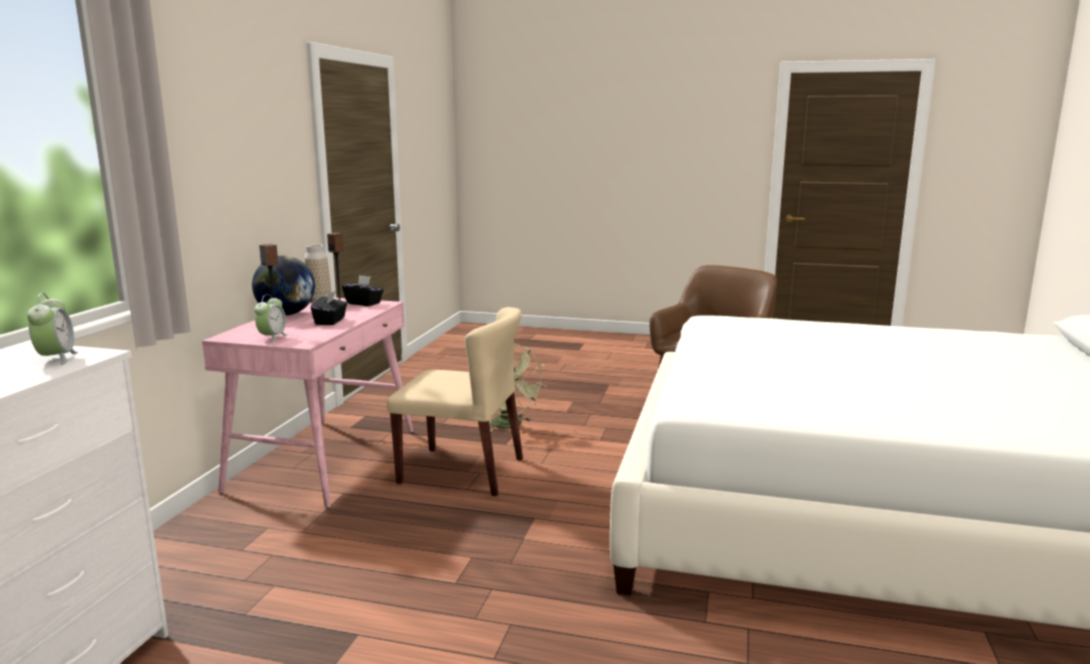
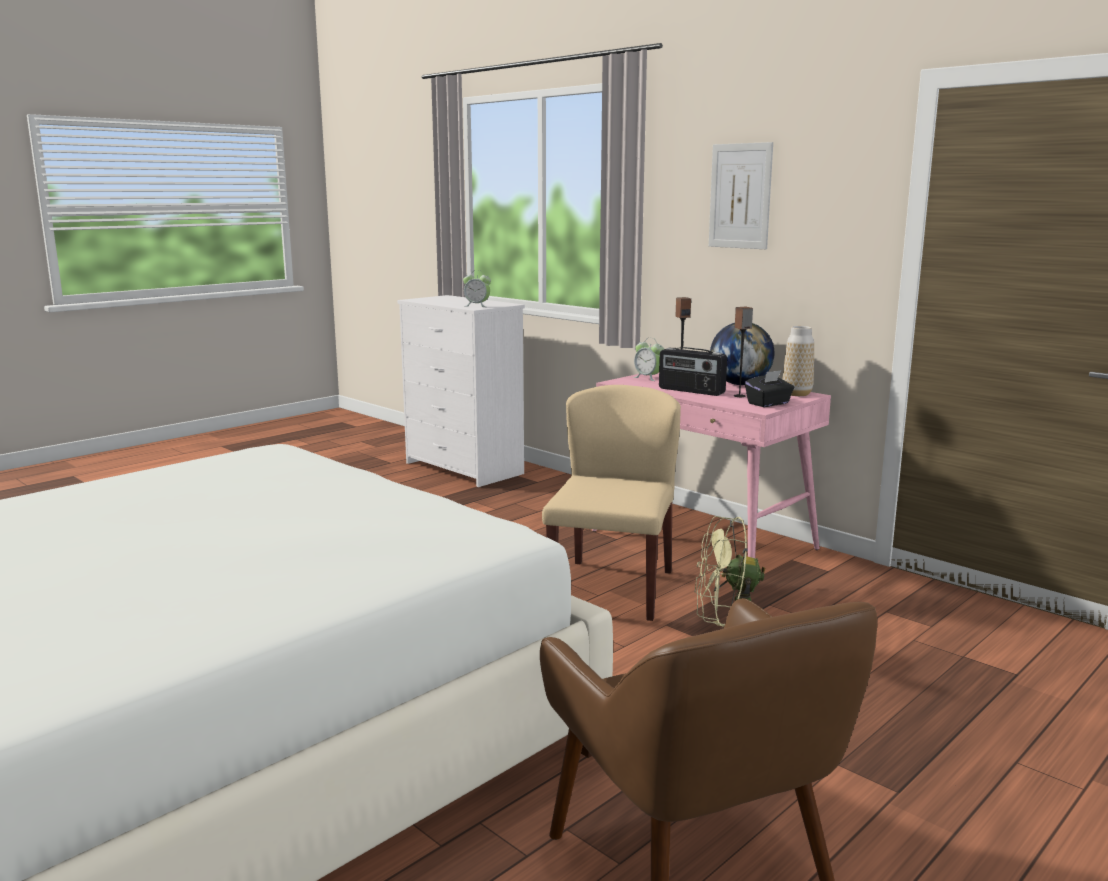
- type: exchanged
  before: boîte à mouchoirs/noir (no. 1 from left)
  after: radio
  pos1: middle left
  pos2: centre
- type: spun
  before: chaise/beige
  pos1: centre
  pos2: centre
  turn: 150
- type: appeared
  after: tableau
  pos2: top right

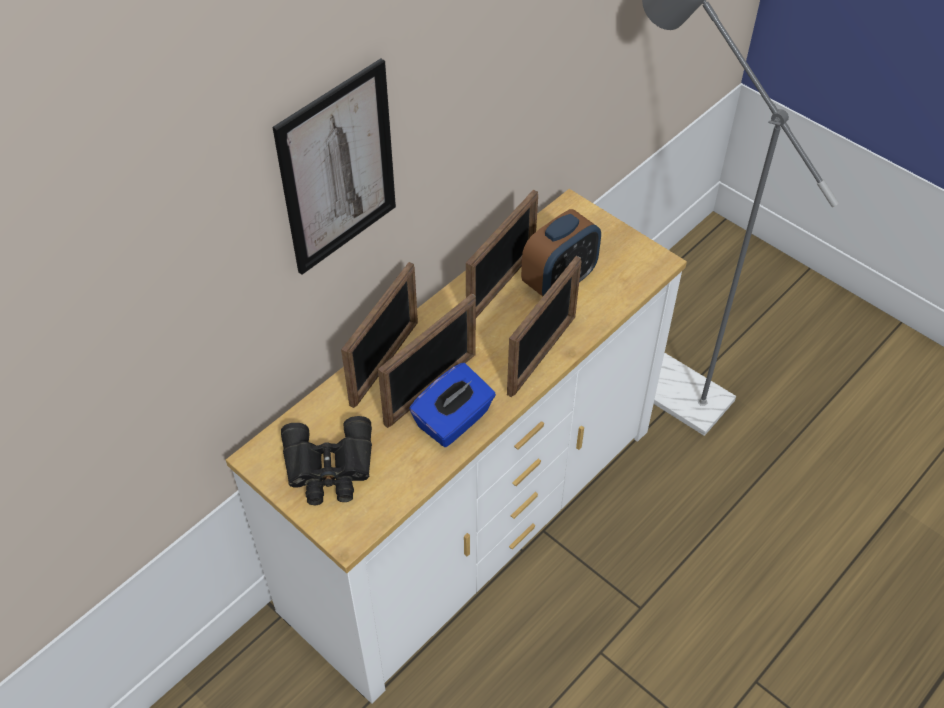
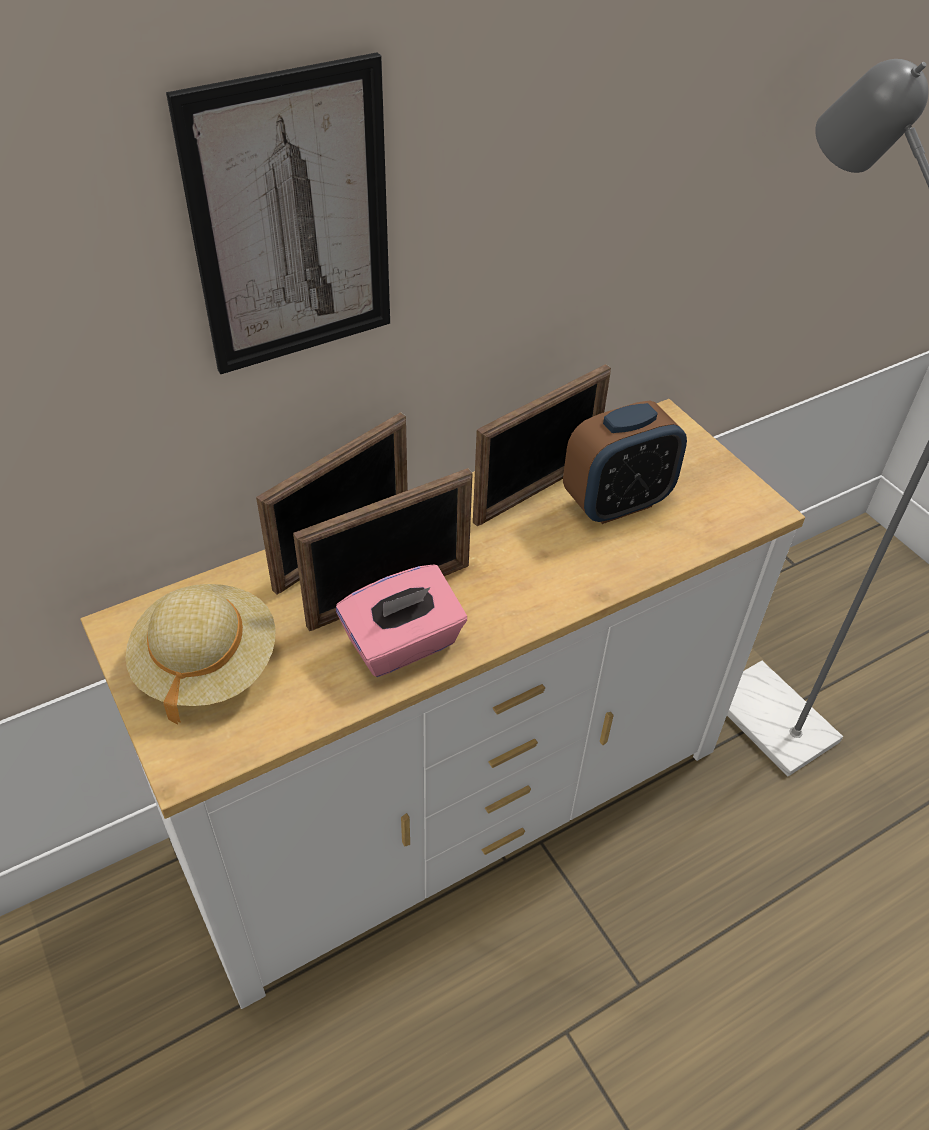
- type: missing
  before: cadre photo (no. 4 from left)
  pos1: centre
- type: colour
  before: boîte à mouchoirs/bleu
  after: boîte à mouchoirs/rose
  pos1: centre
  pos2: centre
- type: exchanged
  before: jumelles/noir
  after: chapeau/beige
  pos1: centre
  pos2: middle left

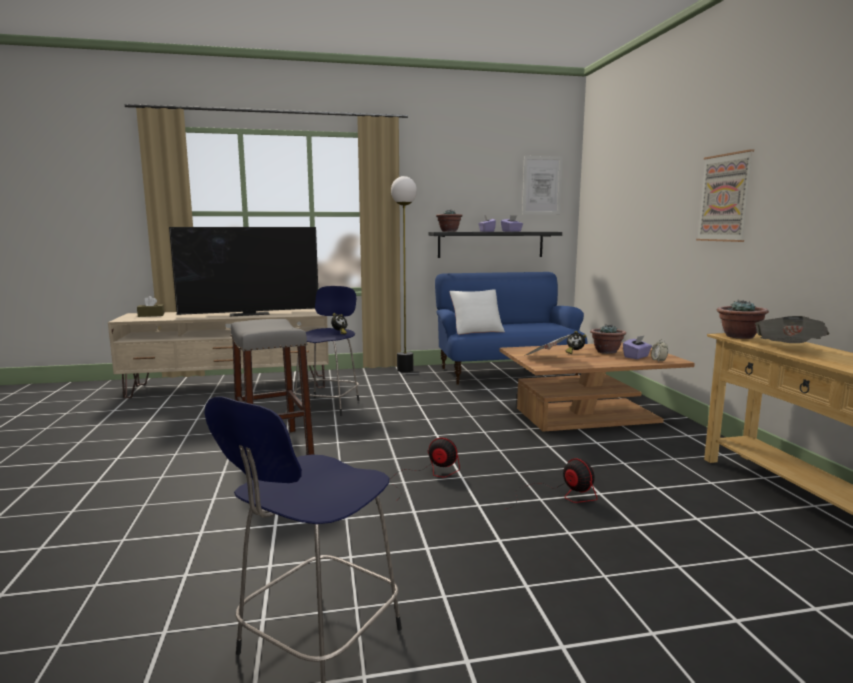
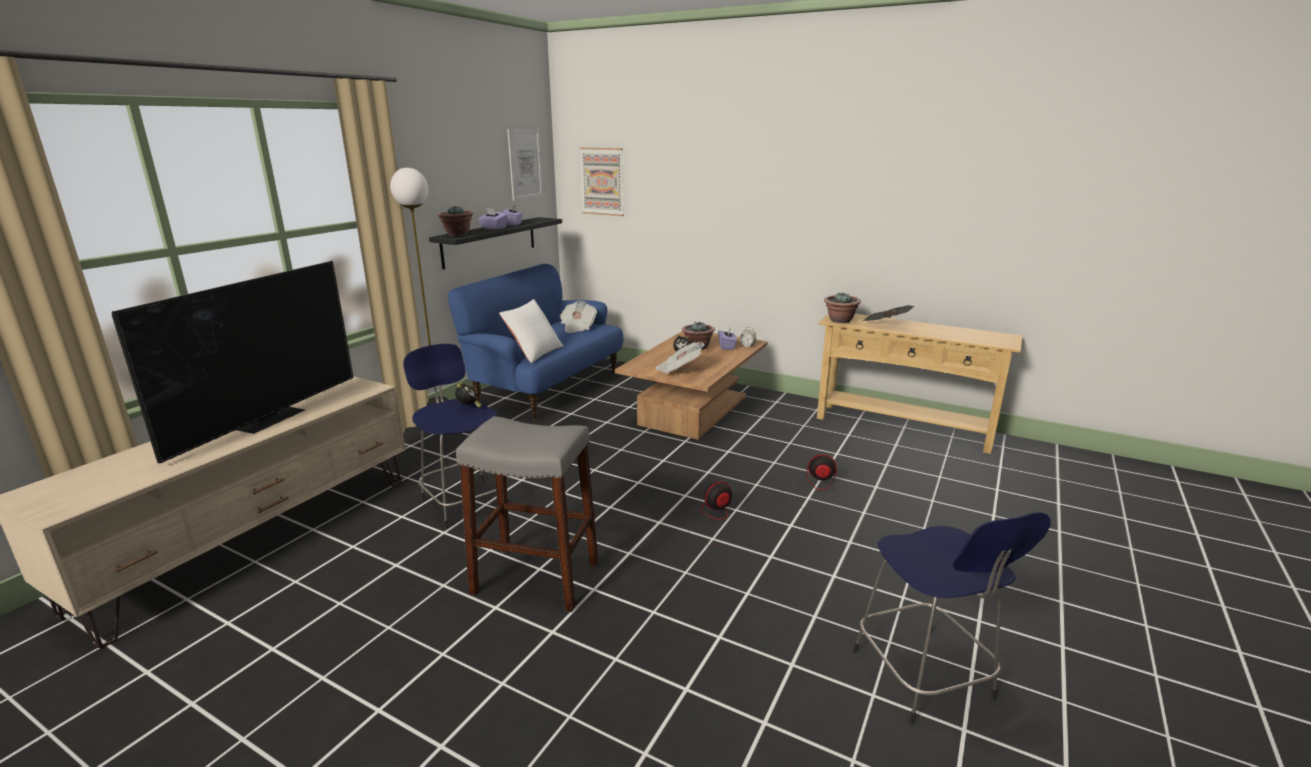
- type: relocated
  before: tableau (no. 2 from left)
  pos1: top right
  pos2: top centre
- type: missing
  before: boîte à mouchoirs/marron
  pos1: middle left
- type: appeared
  after: journal (no. 1 from left)
  pos2: centre

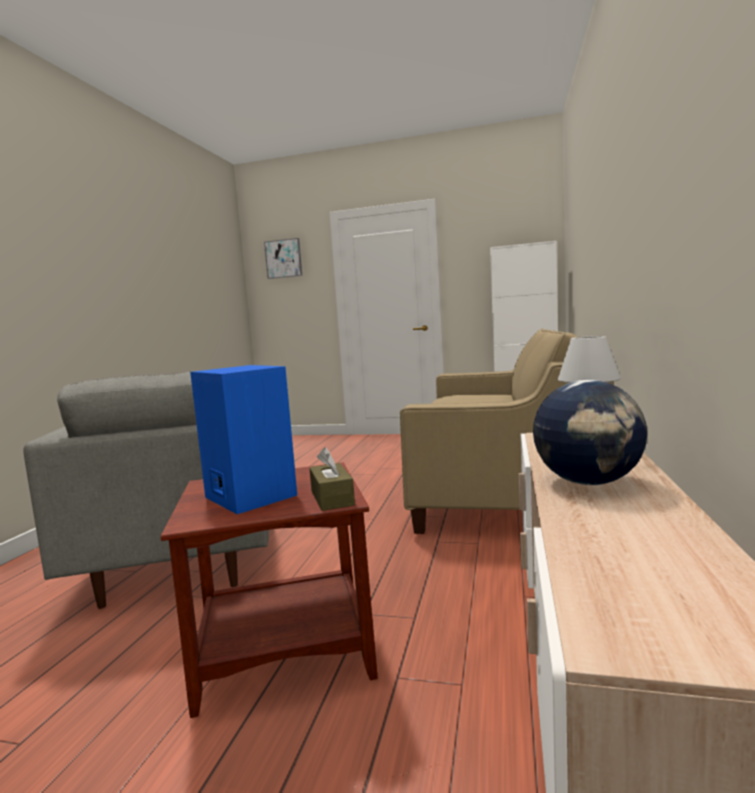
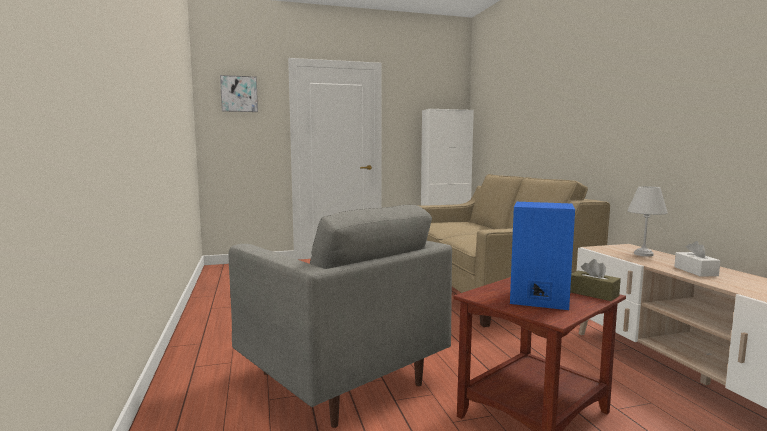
- type: exchanged
  before: globe
  after: boîte à mouchoirs/blanc
  pos1: middle right
  pos2: middle right

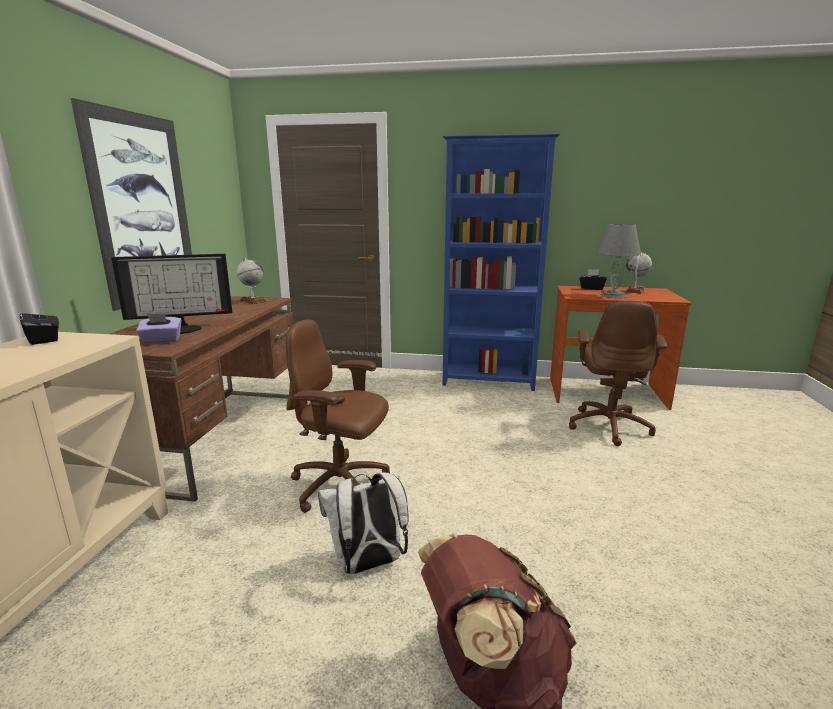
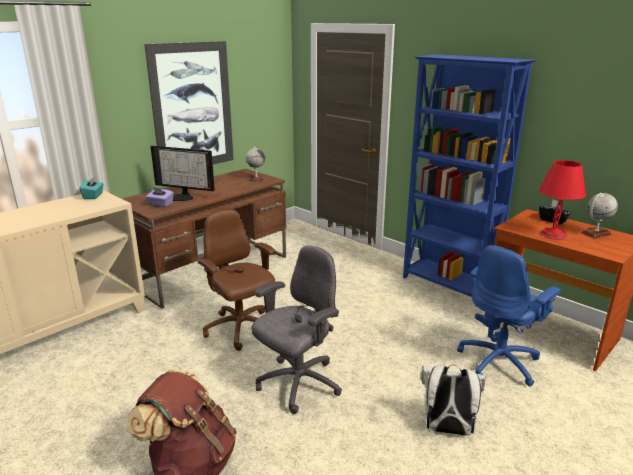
- type: colour
  before: lampe de table/gris
  after: lampe de table/rouge
  pos1: middle right
  pos2: middle right
- type: colour
  before: chaise de bureau/marron (no. 2 from left)
  after: chaise de bureau/bleu
  pos1: middle right
  pos2: middle right
- type: colour
  before: boîte à mouchoirs/noir (no. 1 from left)
  after: boîte à mouchoirs/turquoise
  pos1: middle left
  pos2: middle left
- type: relocated
  before: sac à dos/blanc
  pos1: bottom centre
  pos2: bottom right
- type: appeared
  after: chaise de bureau/gris
  pos2: bottom centre

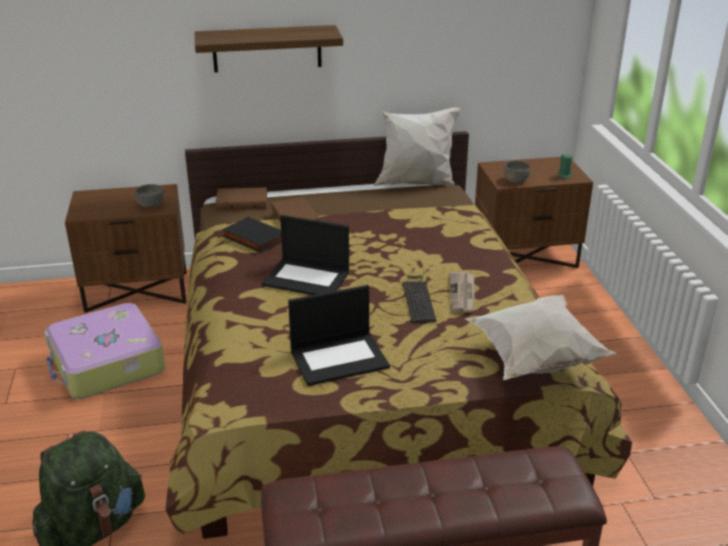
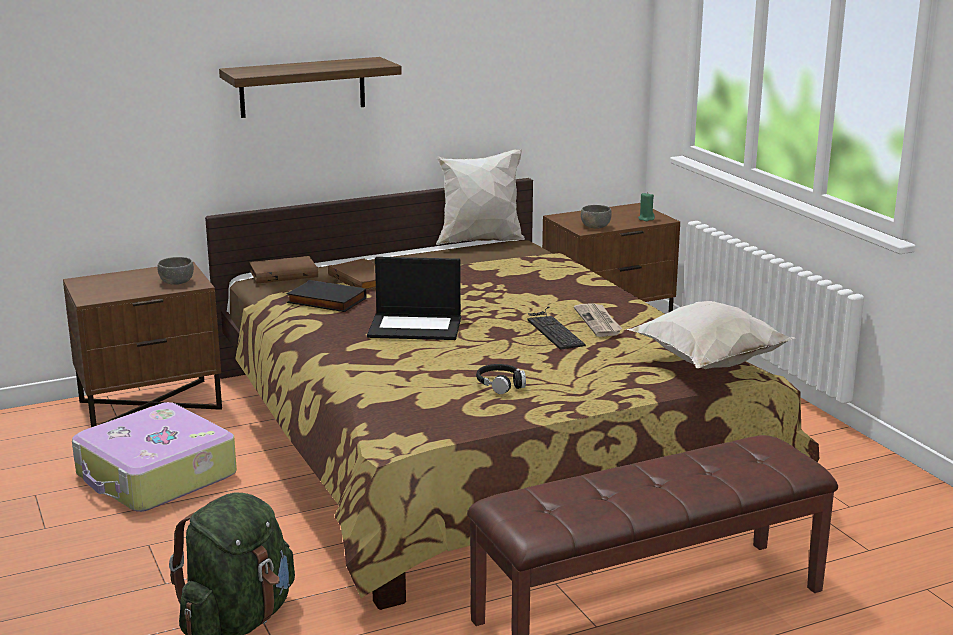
- type: exchanged
  before: ordinateur portable (no. 2 from left)
  after: casque audio/noir
  pos1: centre
  pos2: centre

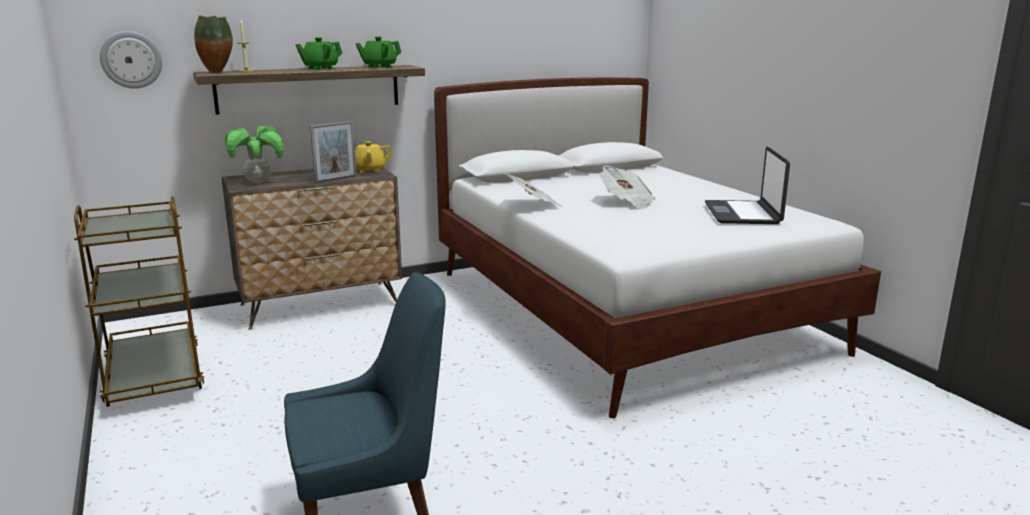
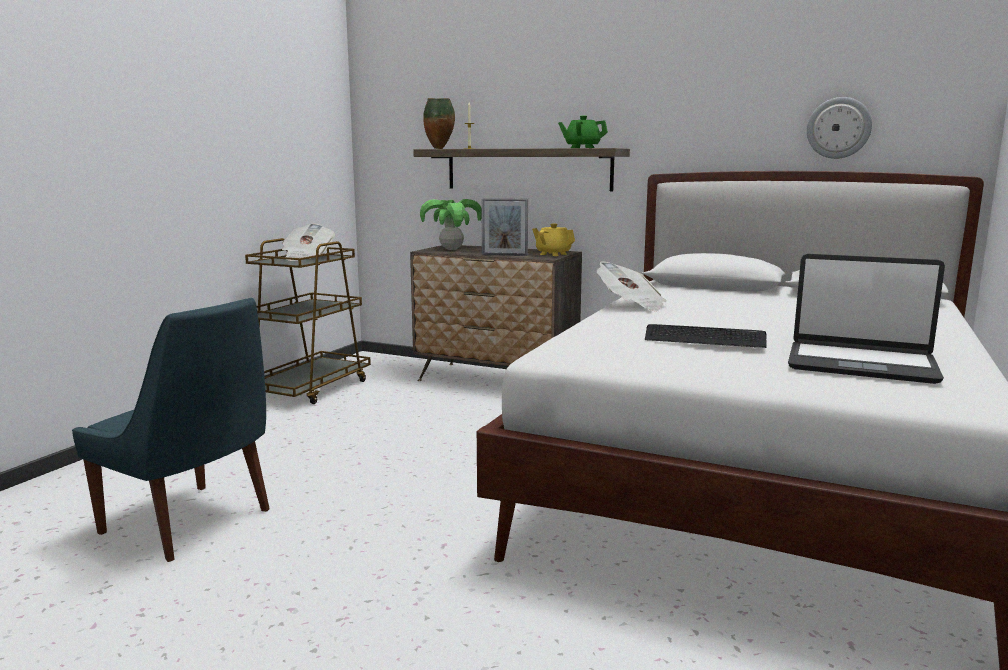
- type: relocated
  before: horloge murale
  pos1: top left
  pos2: top right
- type: missing
  before: théière/vert (no. 1 from left)
  pos1: top left
- type: spun
  before: ordinateur portable
  pos1: middle right
  pos2: middle right
  turn: -120
- type: relocated
  before: journal (no. 2 from left in the first image)
  after: journal (no. 1 from left)
  pos1: centre
  pos2: middle left
- type: appeared
  after: clavier
  pos2: middle right

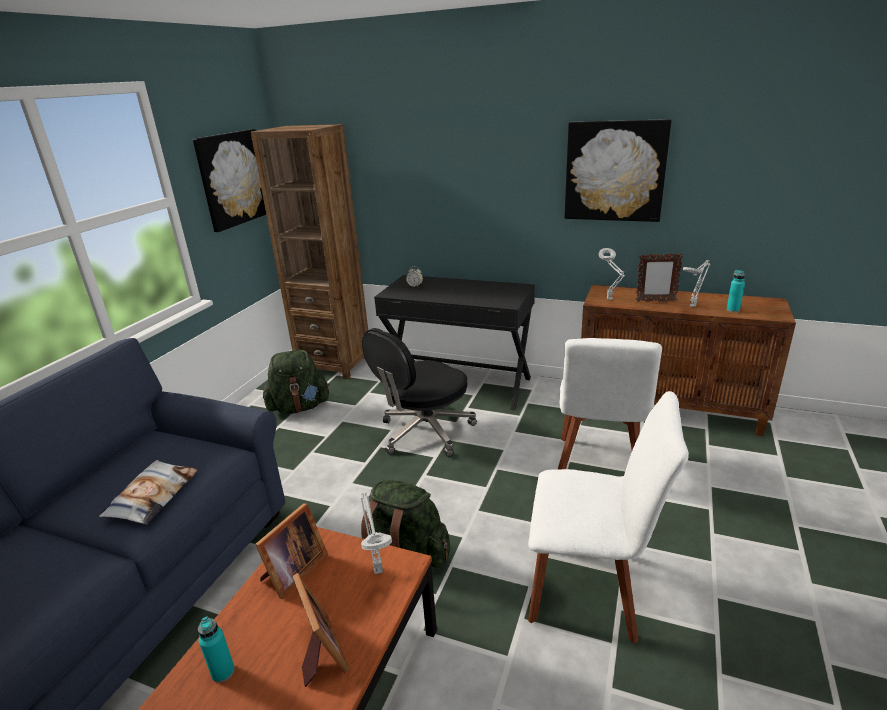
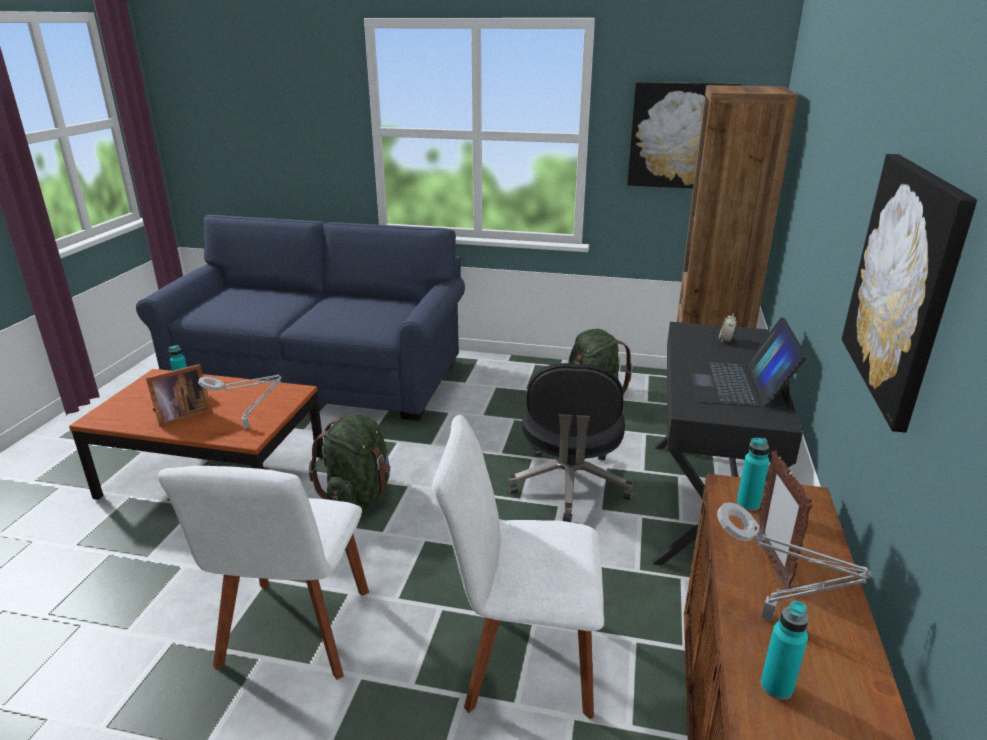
- type: exchanged
  before: lampe de table/gris (no. 2 from left)
  after: bouteille/turquoise (no. 2 from left)
  pos1: middle right
  pos2: middle right
- type: spun
  before: chaise de bureau/noir
  pos1: centre
  pos2: centre
  turn: -120
- type: missing
  before: coussin
  pos1: bottom left
- type: missing
  before: cadre photo (no. 1 from left)
  pos1: bottom left
- type: appeared
  after: ordinateur portable
  pos2: middle right

